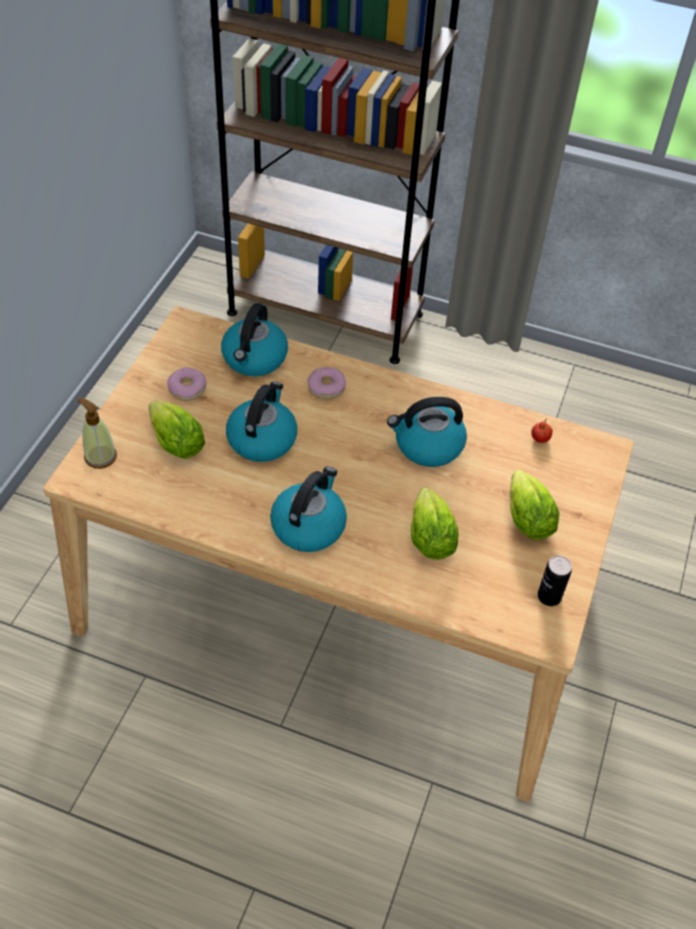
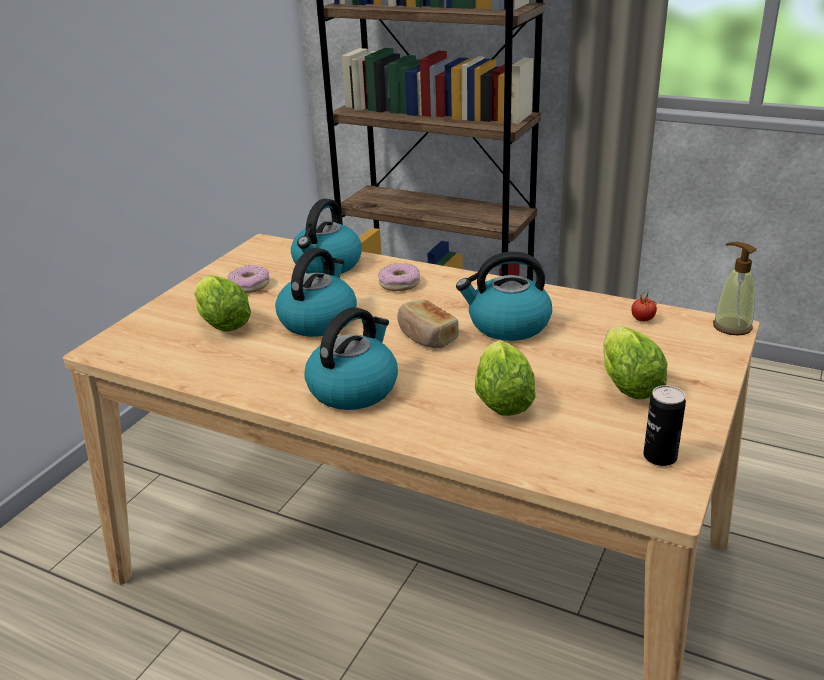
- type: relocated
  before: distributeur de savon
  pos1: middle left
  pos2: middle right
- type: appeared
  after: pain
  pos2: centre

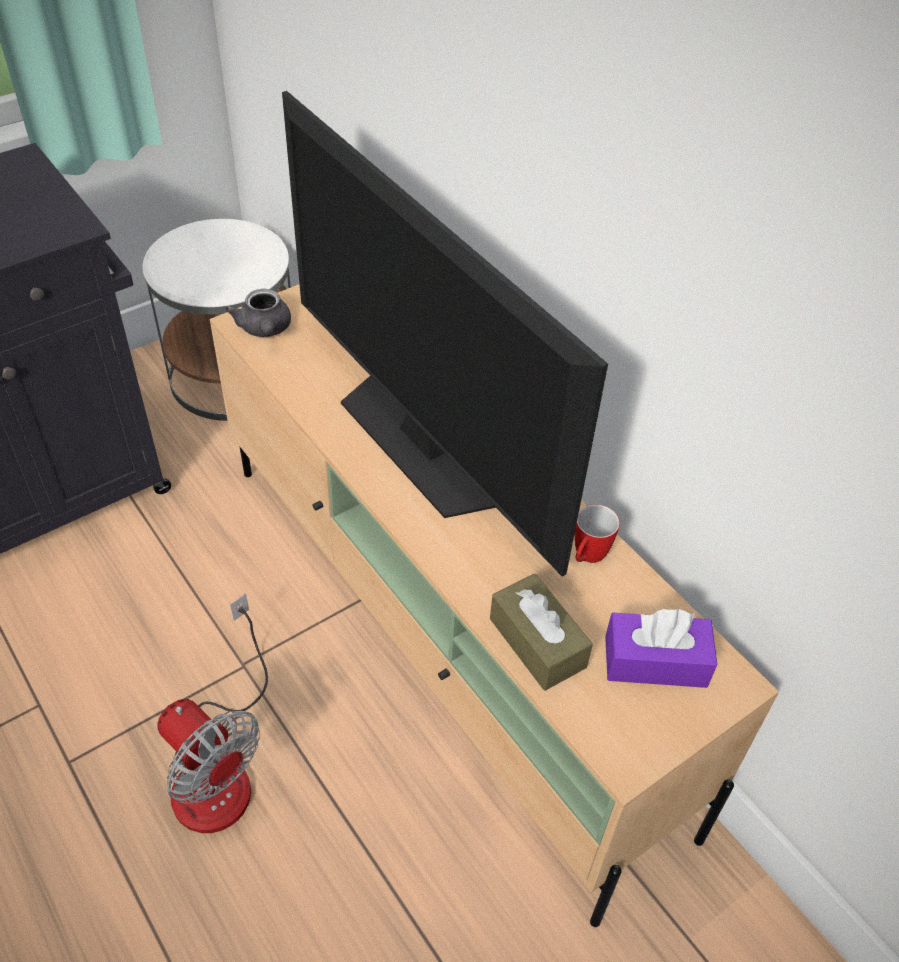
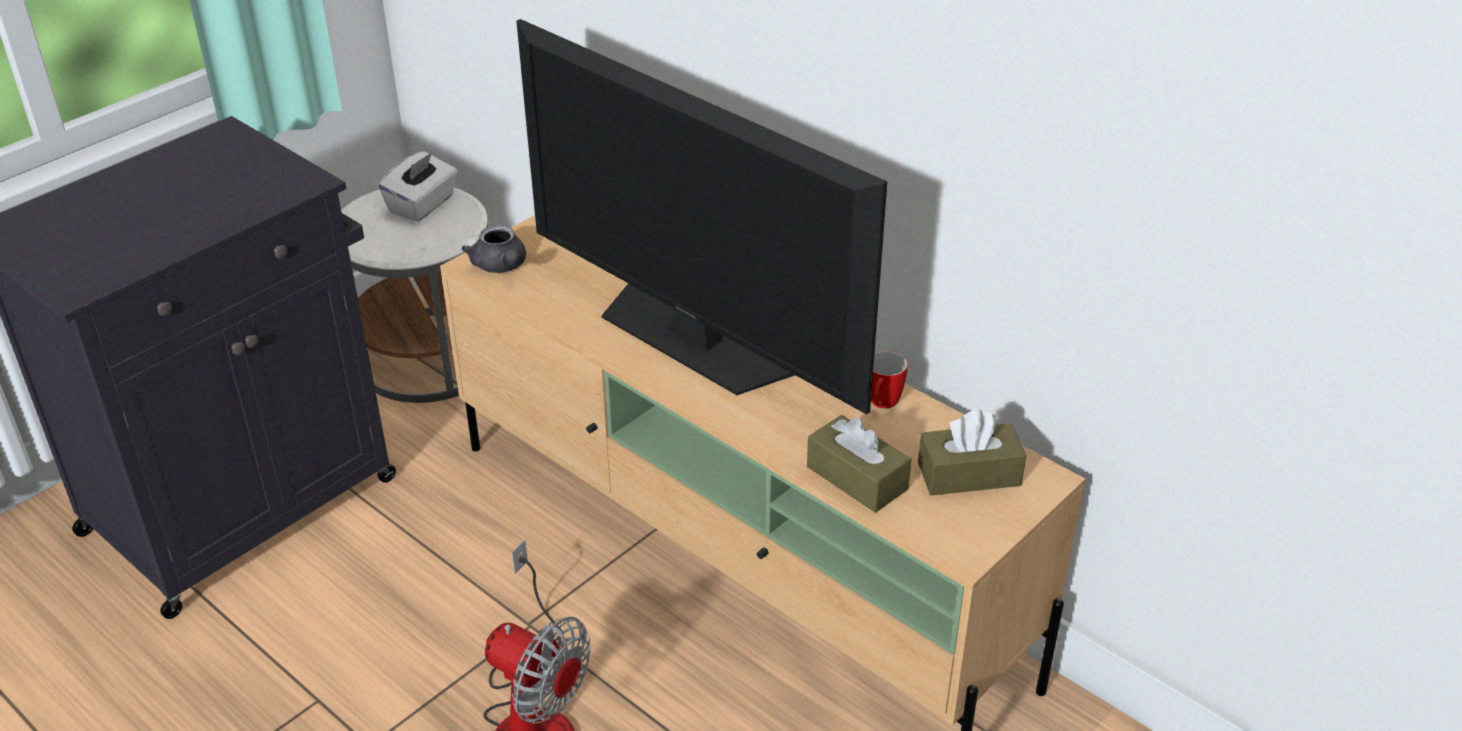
- type: colour
  before: boîte à mouchoirs/violet
  after: boîte à mouchoirs/marron (no. 2 from left)
  pos1: bottom right
  pos2: centre
- type: appeared
  after: boîte à mouchoirs/blanc
  pos2: top left

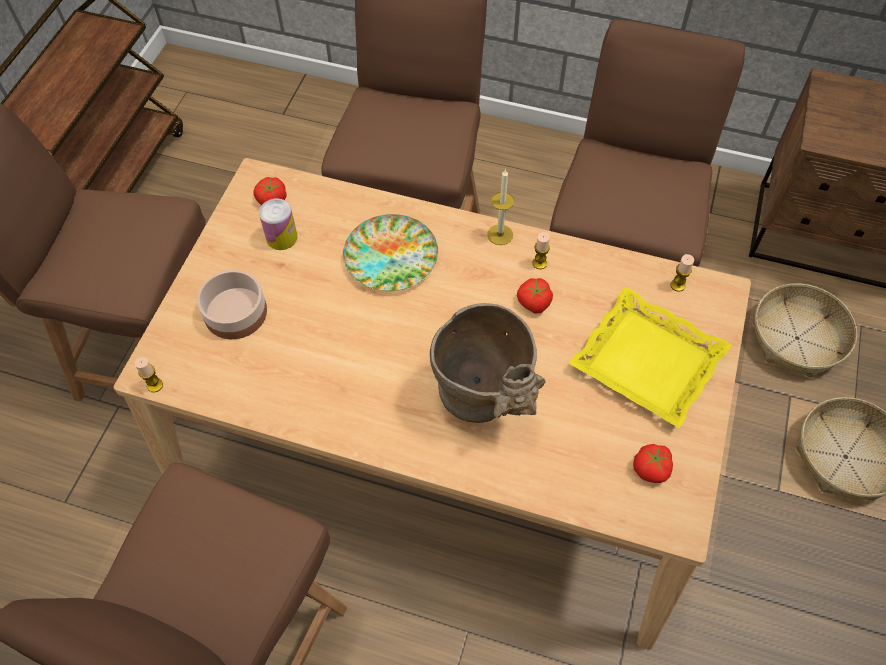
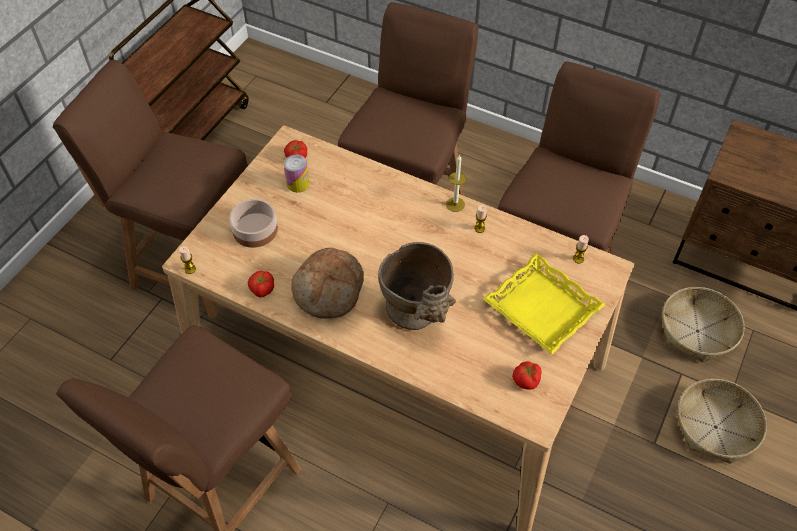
- type: missing
  before: assiette
  pos1: centre
- type: relocated
  before: tomate (no. 2 from left in the first image)
  after: tomate (no. 1 from left)
  pos1: centre
  pos2: middle left
- type: appeared
  after: pain
  pos2: centre

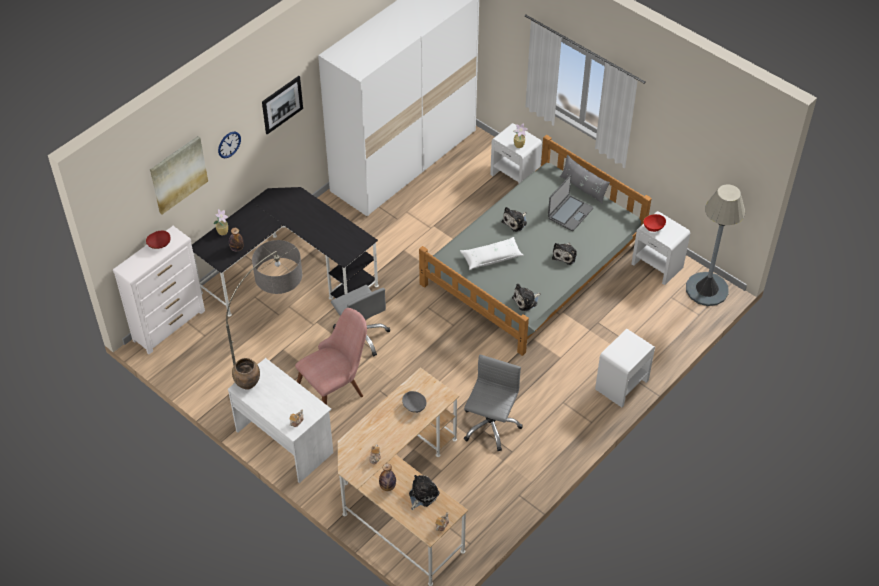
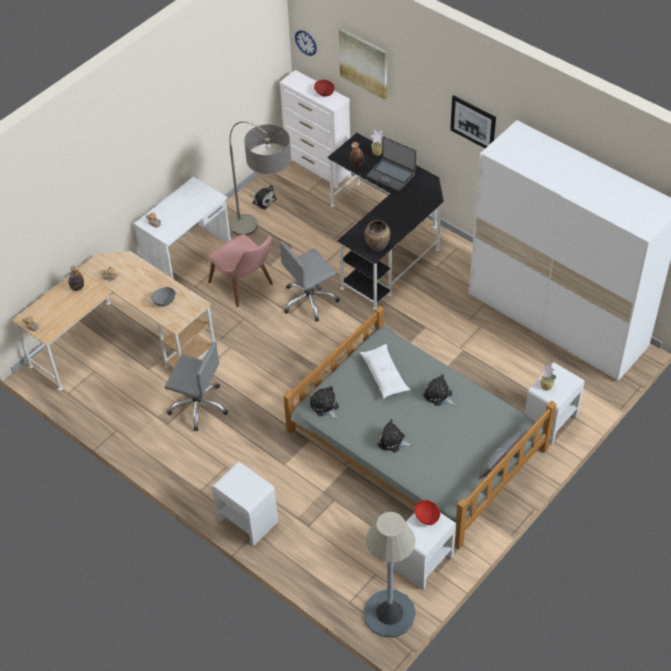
- type: relocated
  before: horloge murale
  pos1: top left
  pos2: top centre
- type: relocated
  before: ordinateur portable
  pos1: centre
  pos2: top centre
- type: relocated
  before: vase/marron
  pos1: middle left
  pos2: centre
- type: relocated
  before: peluche (no. 1 from left)
  pos1: bottom centre
  pos2: top centre

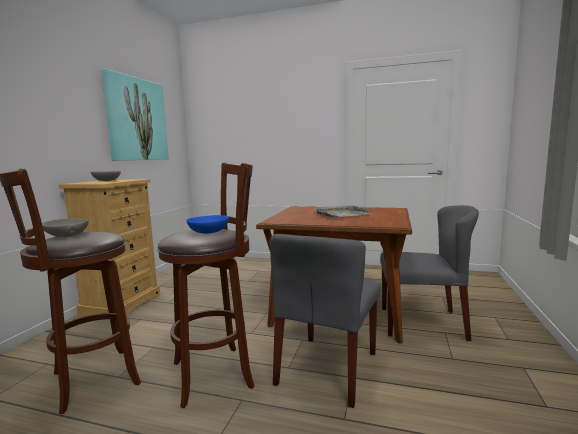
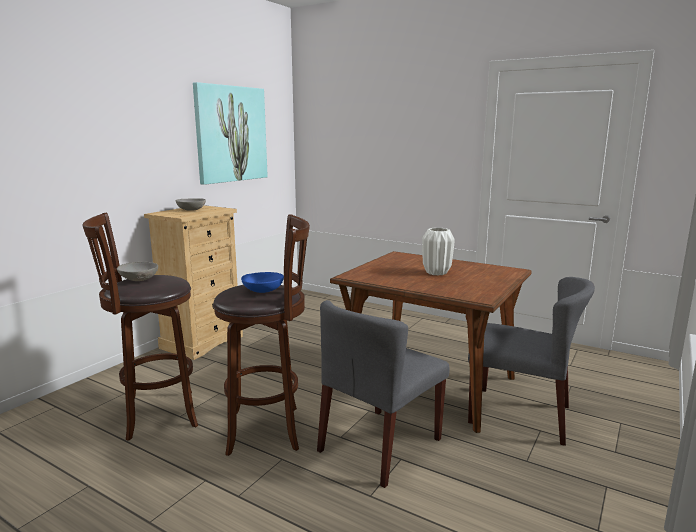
- type: exchanged
  before: plateau/gris
  after: vase/blanc
  pos1: centre
  pos2: centre

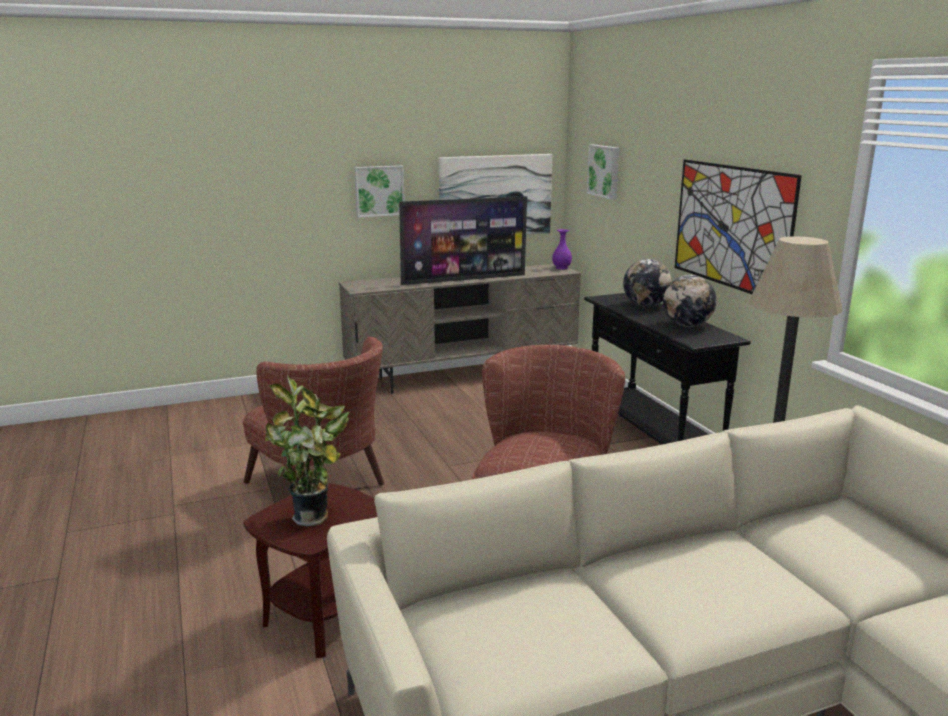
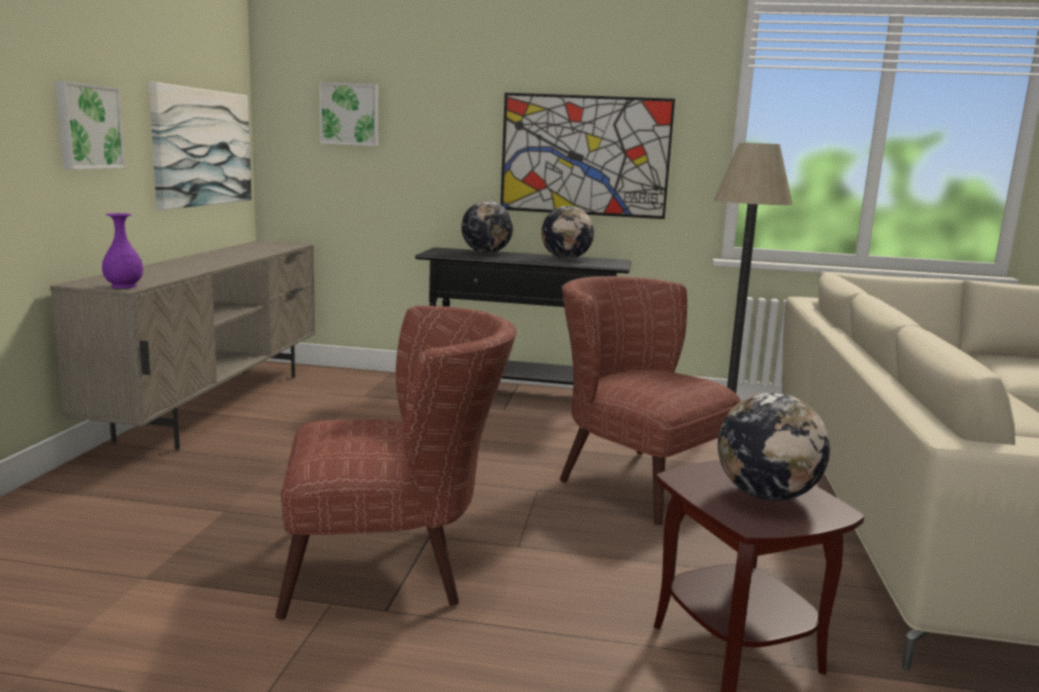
- type: missing
  before: téléviseur
  pos1: centre
- type: relocated
  before: vase/violet
  pos1: centre
  pos2: middle left
- type: exchanged
  before: plante en pot
  after: globe (no. 3 from left)
  pos1: middle left
  pos2: middle right

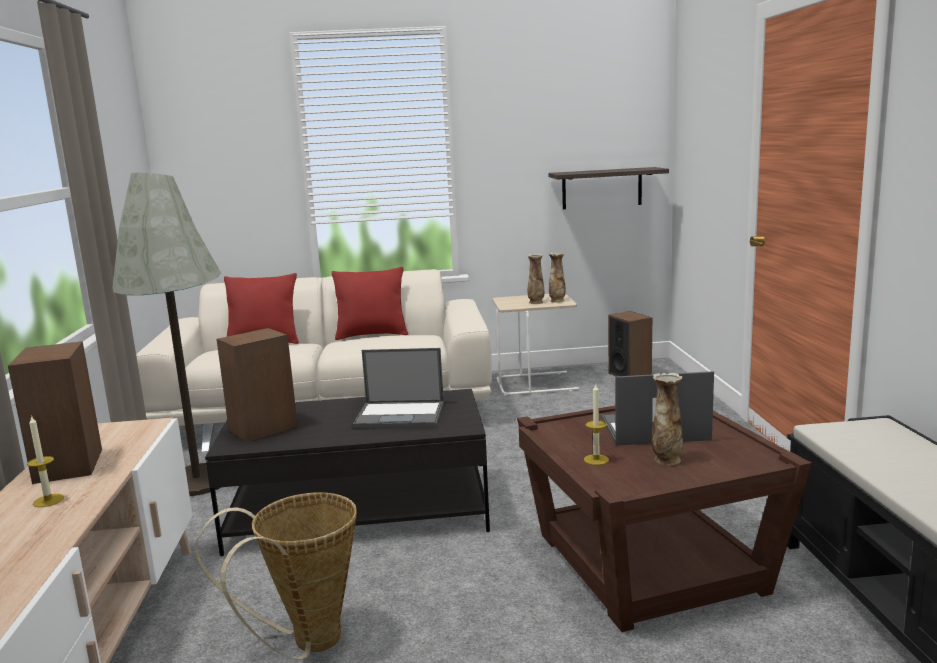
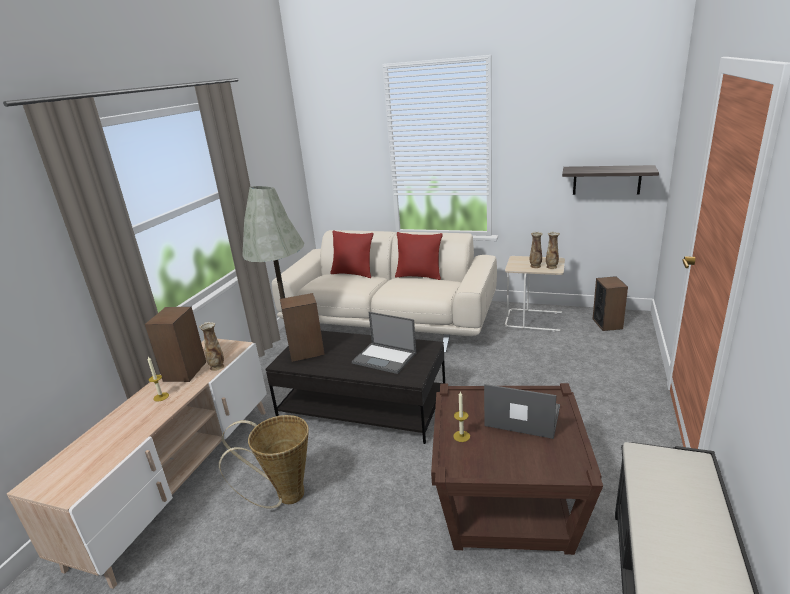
- type: relocated
  before: vase (no. 3 from left in the first image)
  after: vase (no. 1 from left)
  pos1: middle right
  pos2: middle left

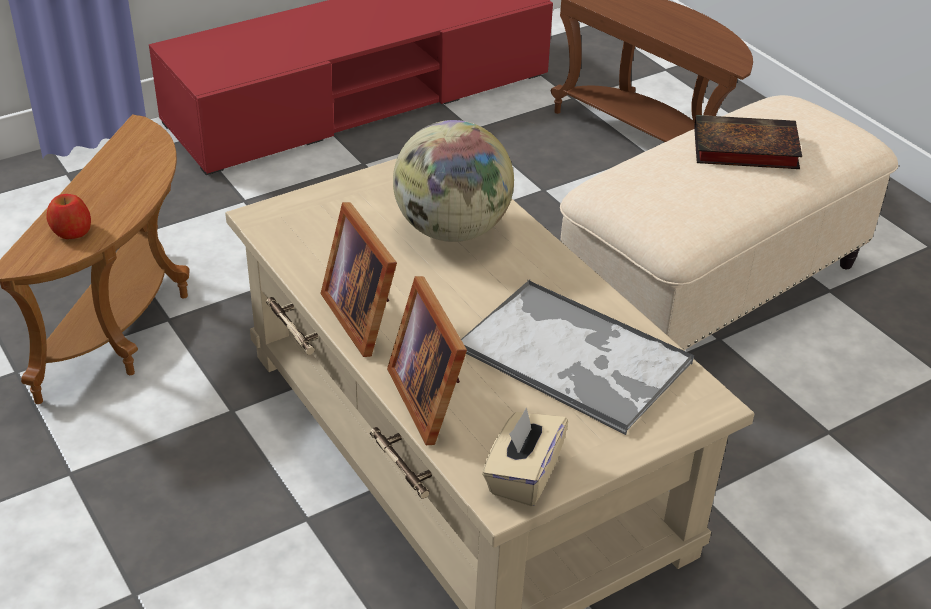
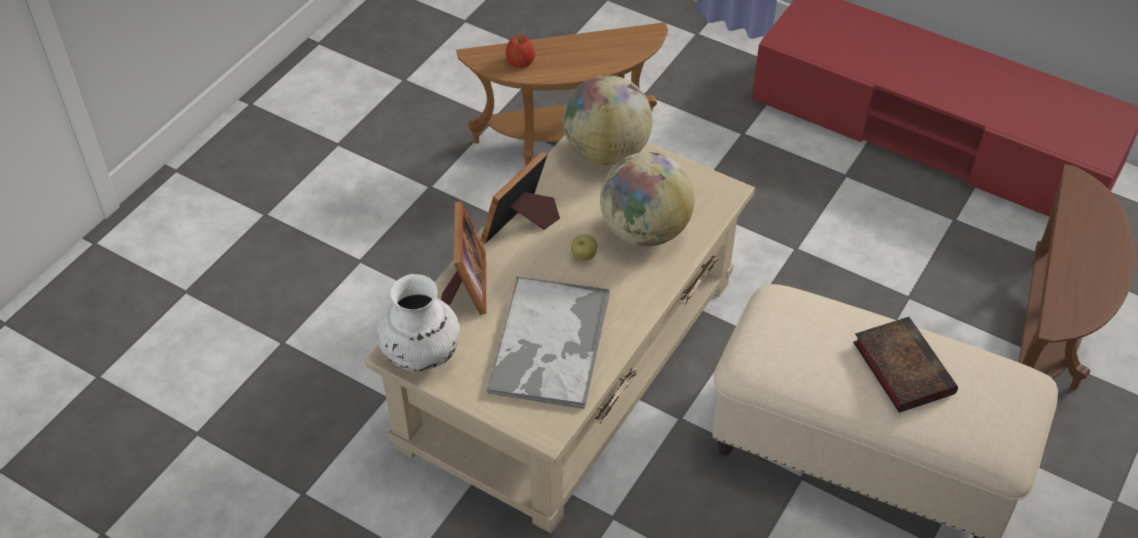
- type: spun
  before: cadre photo (no. 2 from left in the first image)
  pos1: centre
  pos2: centre
  turn: 135
- type: exchanged
  before: boîte à mouchoirs/beige
  after: vase/blanc
  pos1: bottom centre
  pos2: centre
- type: appeared
  after: globe (no. 1 from left)
  pos2: top centre
- type: appeared
  after: pomme (no. 2 from left)
  pos2: centre

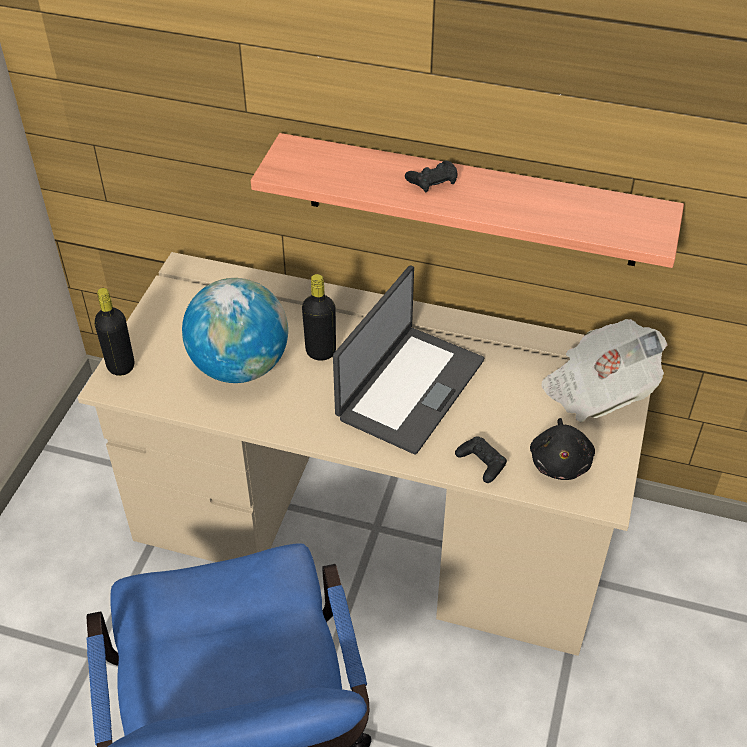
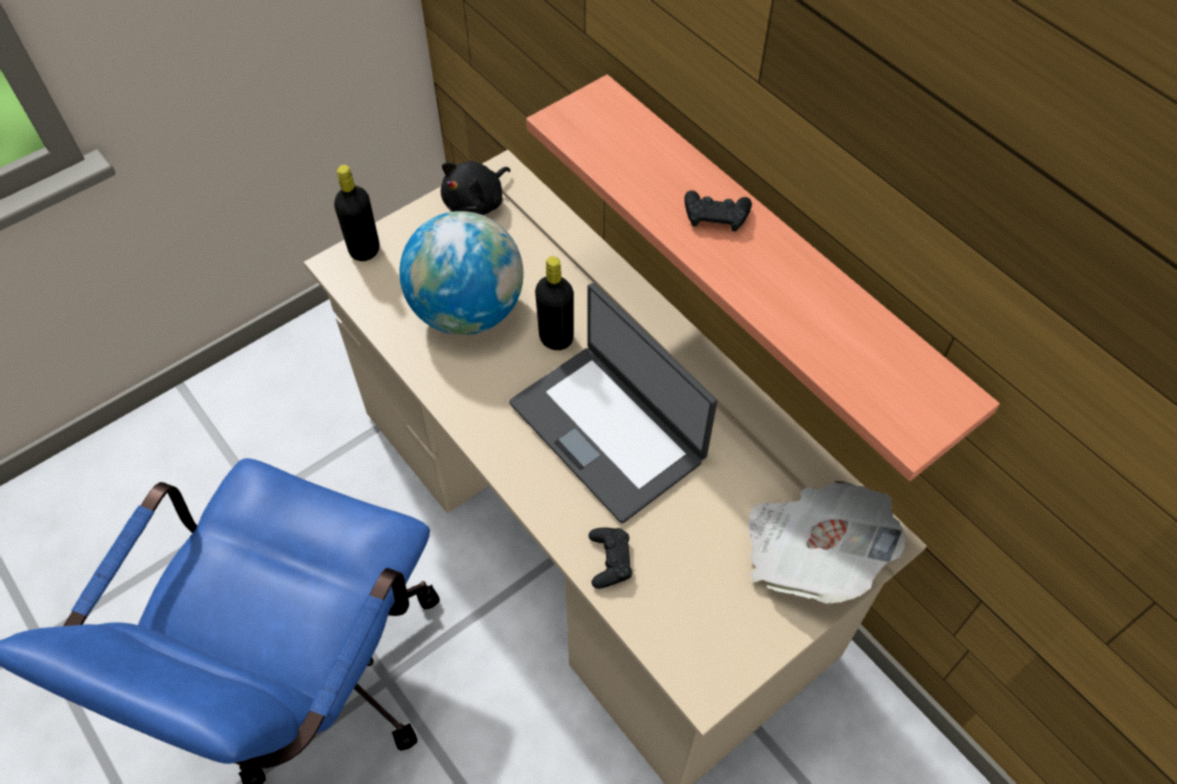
- type: spun
  before: ordinateur portable
  pos1: centre
  pos2: centre
  turn: 75
- type: relocated
  before: peluche/noir
  pos1: middle right
  pos2: top centre

